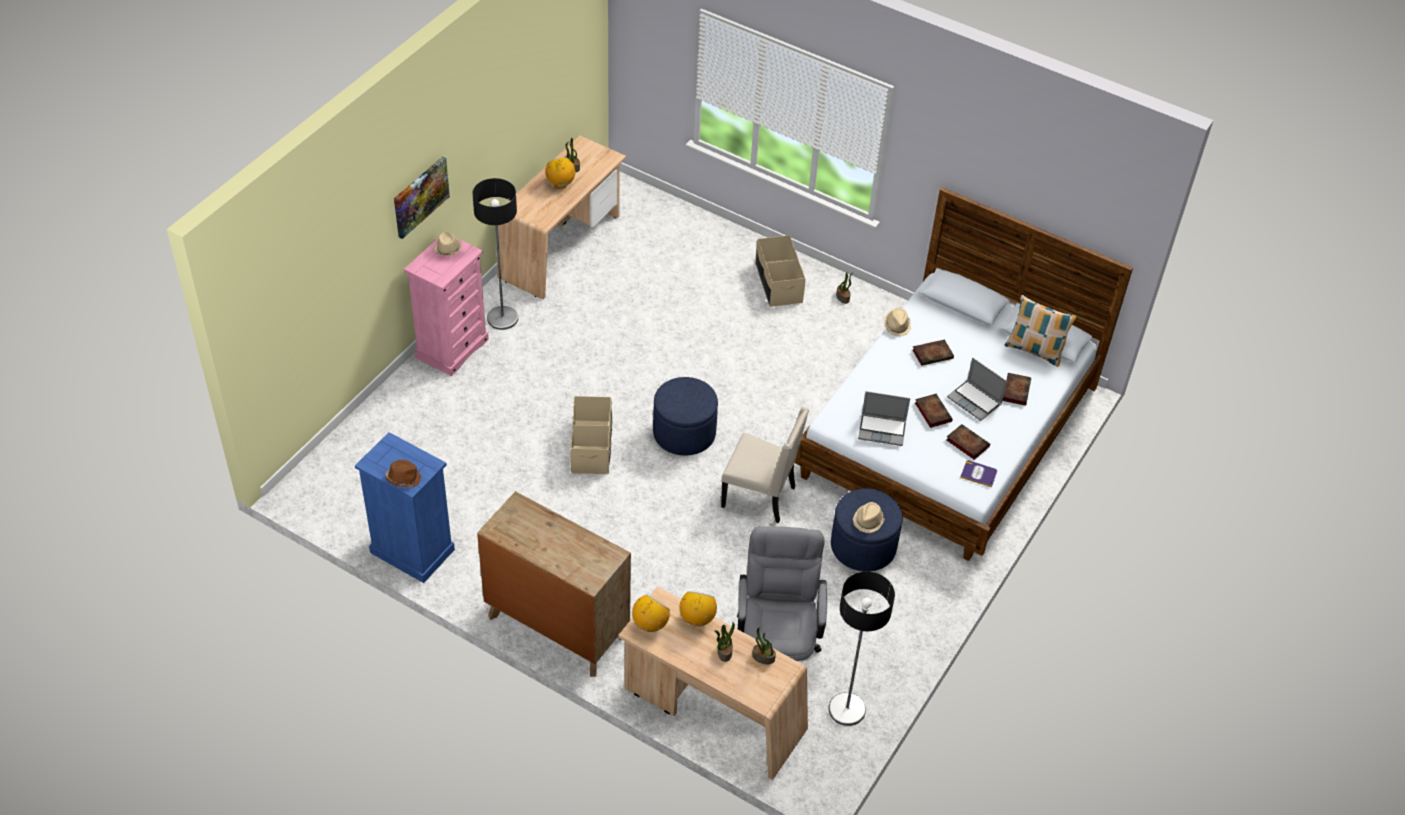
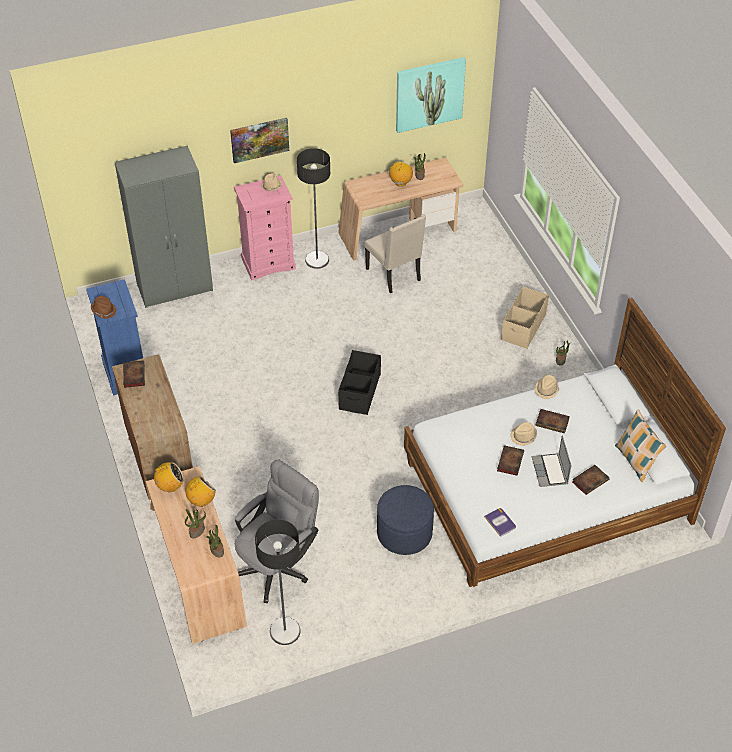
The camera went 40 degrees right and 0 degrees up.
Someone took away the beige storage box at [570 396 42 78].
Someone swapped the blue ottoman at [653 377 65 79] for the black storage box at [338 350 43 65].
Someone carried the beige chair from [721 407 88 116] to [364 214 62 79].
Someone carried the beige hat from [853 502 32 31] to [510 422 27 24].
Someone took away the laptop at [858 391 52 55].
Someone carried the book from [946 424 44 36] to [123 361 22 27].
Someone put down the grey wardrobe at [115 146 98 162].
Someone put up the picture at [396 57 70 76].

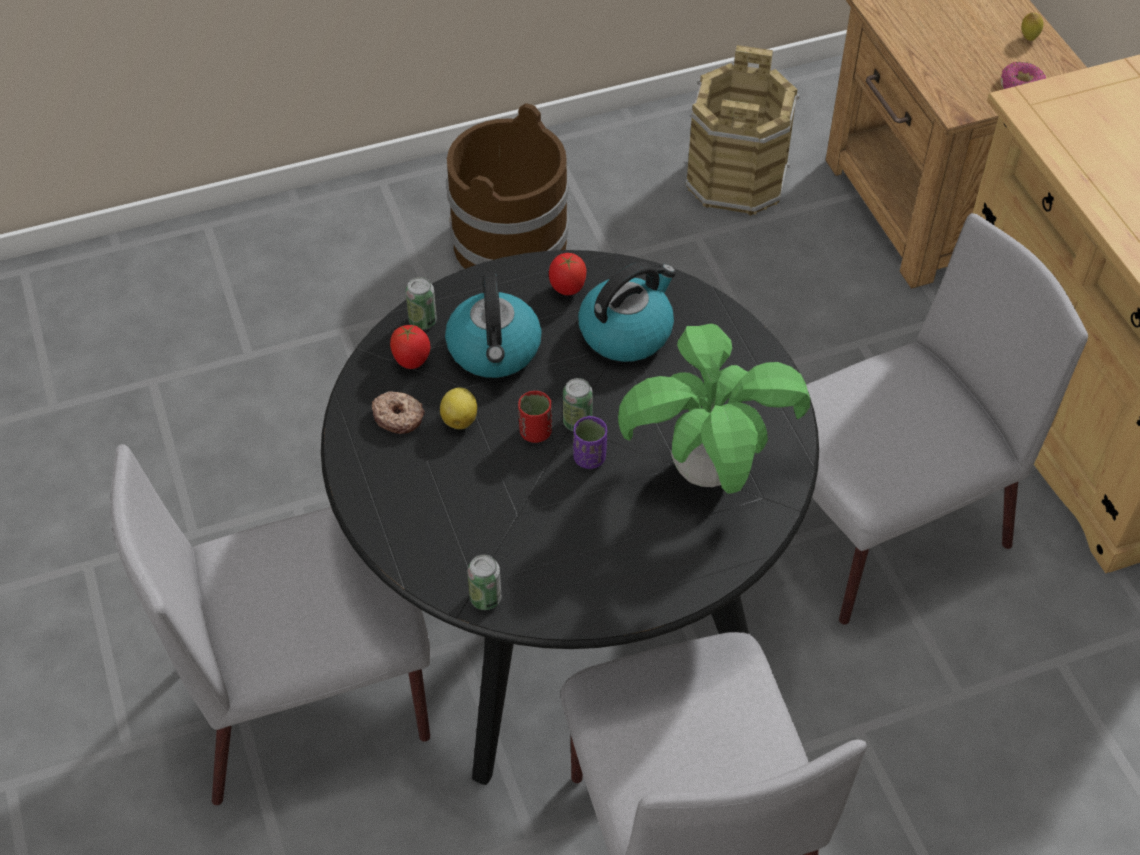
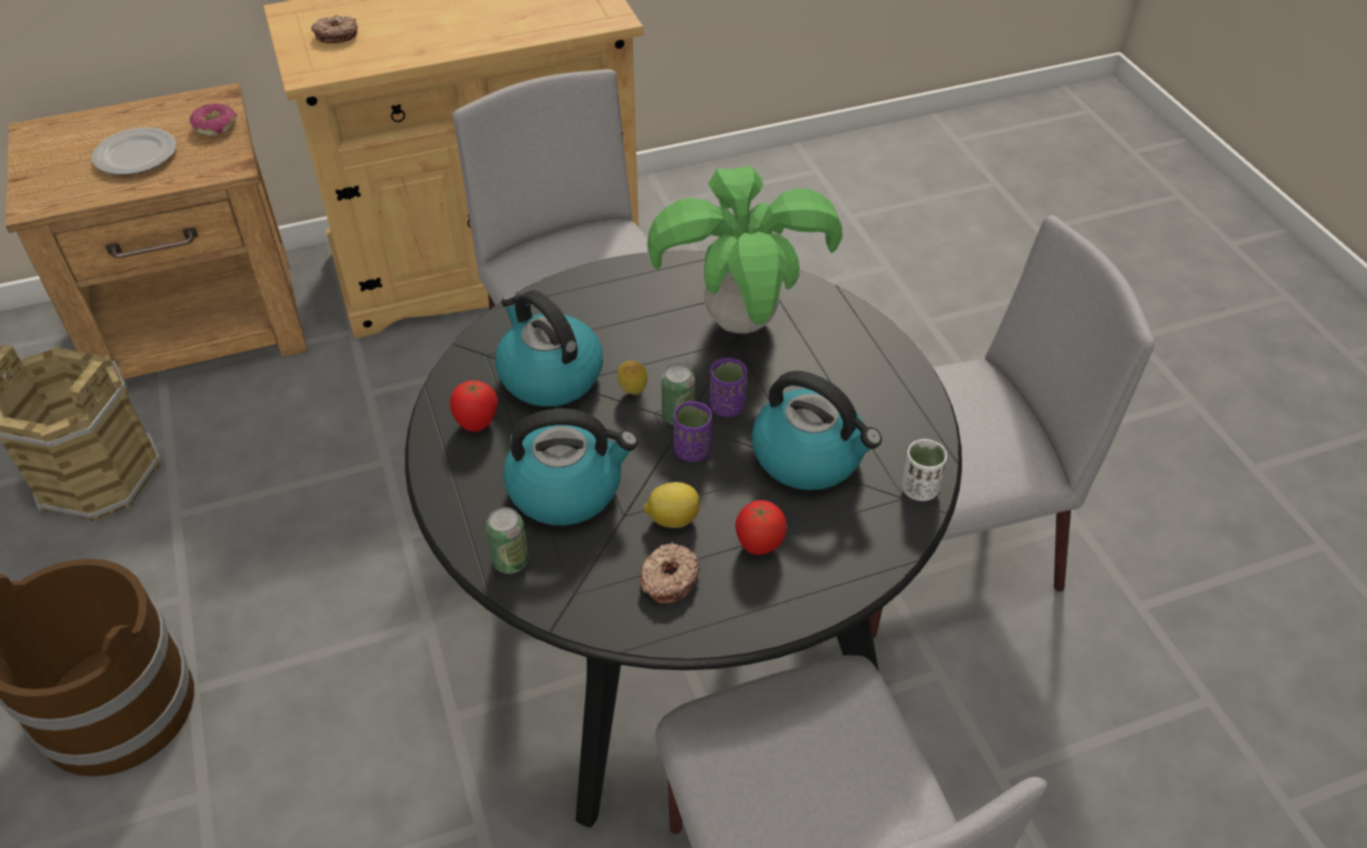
The camera went 90 degrees left and 5 degrees down.
Someone carried the tomato from [390 325 41 44] to [735 500 52 55].
Someone swapped the can at [467 555 34 55] for the white cup at [901 439 46 62].
Someone repainted the red cup at [518 391 34 52], which became the purple cup at [674 401 38 61].
Someone carried the lemon from [1021 12 22 29] to [617 361 31 34].
Someone put down the plate at [92 128 84 47].
Someone put down the donut at [311 15 46 28].
Someone put down the kettle at [752 371 130 119].

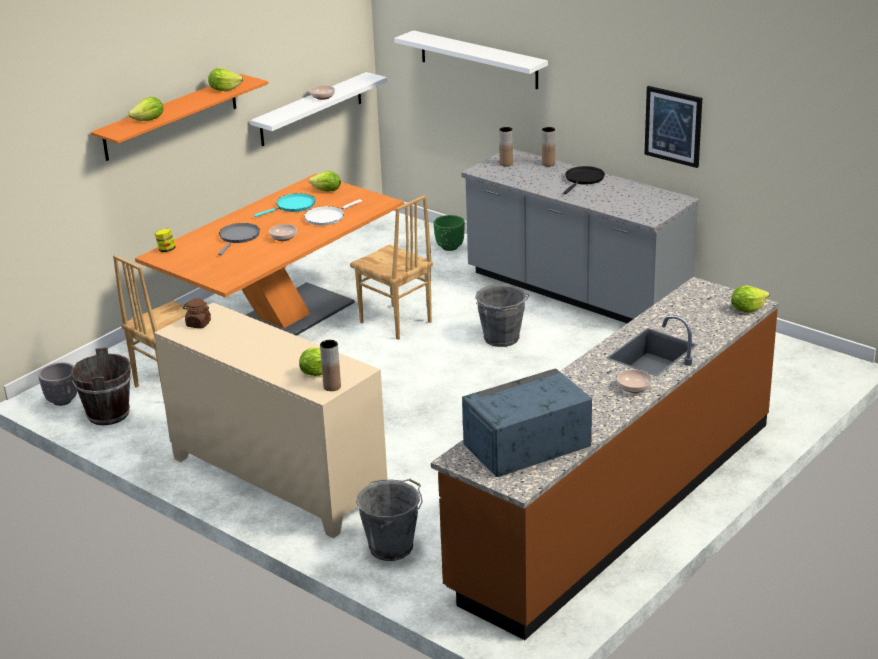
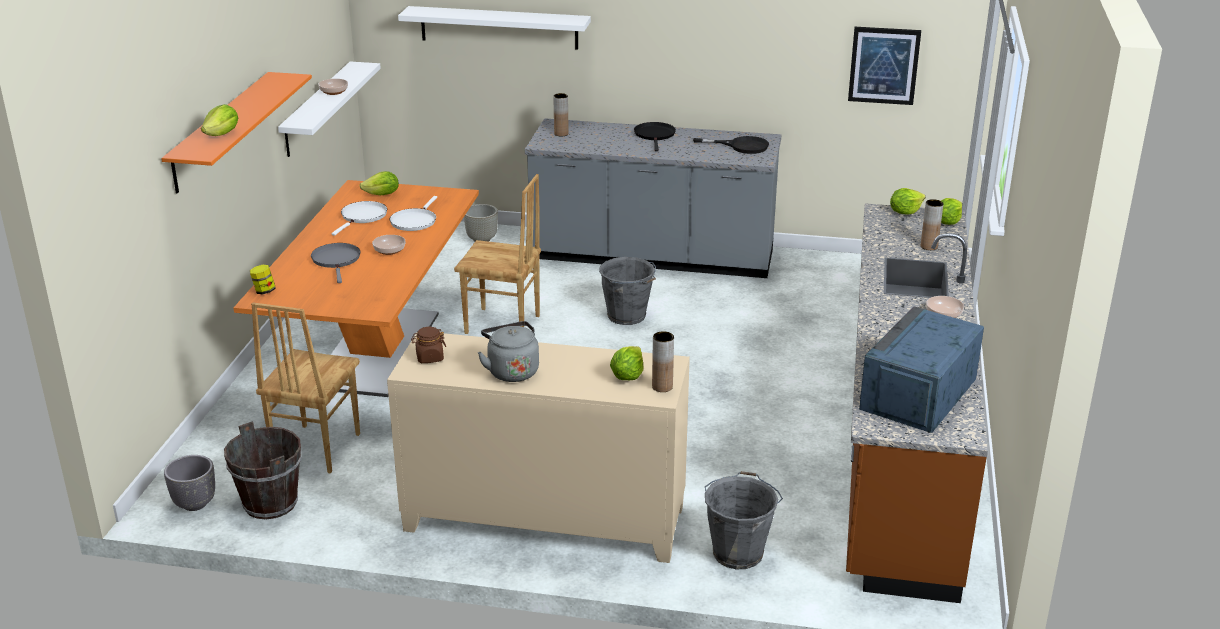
The camera went 30 degrees left and 0 degrees up.
Someone carried the lettuce from [208 68 35 23] to [890 188 36 27].
Someone repainted the turquoise frying pan at [254 193 61 24], which became the white frying pan at [332 201 55 35].
Someone repainted the green planter at [434 215 31 36], which became the grey planter at [464 204 34 37].
Someone carried the brown vase from [542 127 13 40] to [921 199 22 51].
Someone carried the picture from [644 86 58 82] to [848 27 73 78].
Someone put down the grey kettle at [478 321 61 61].
Someone put down the black frying pan at [693 136 76 18].

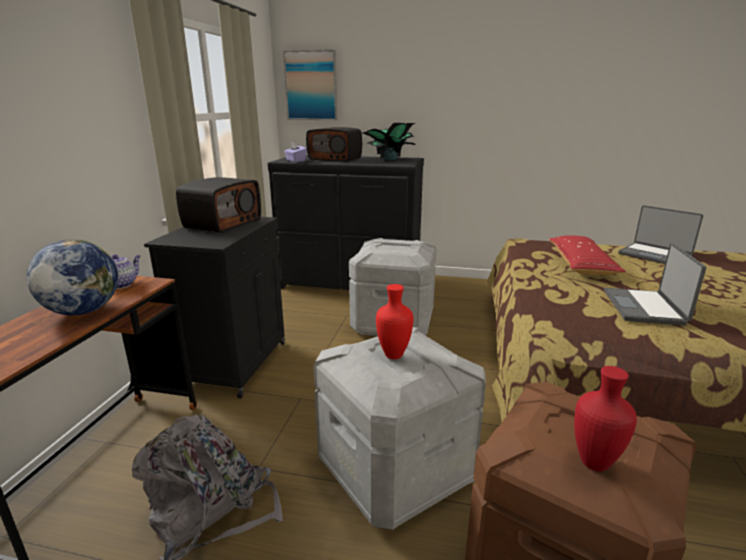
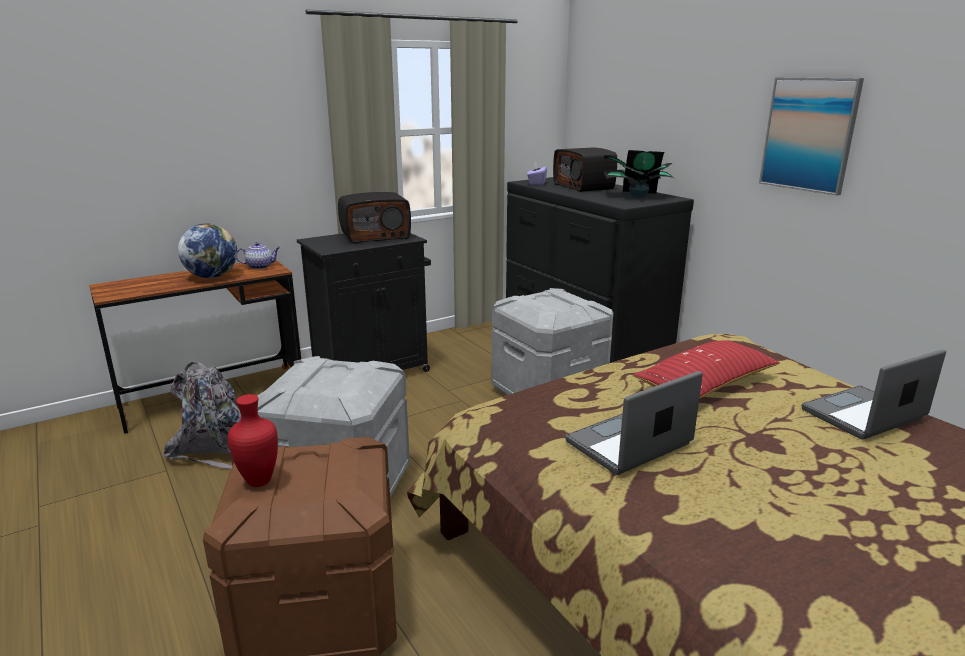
The camera went 45 degrees right and 0 degrees up.
Someone carried the picture from [283 50 54 70] to [759 77 105 119].
Someone took away the red vase at [376 284 37 75].
Someone rotated the laptop at [618 205 85 59] by 60 degrees clockwise.

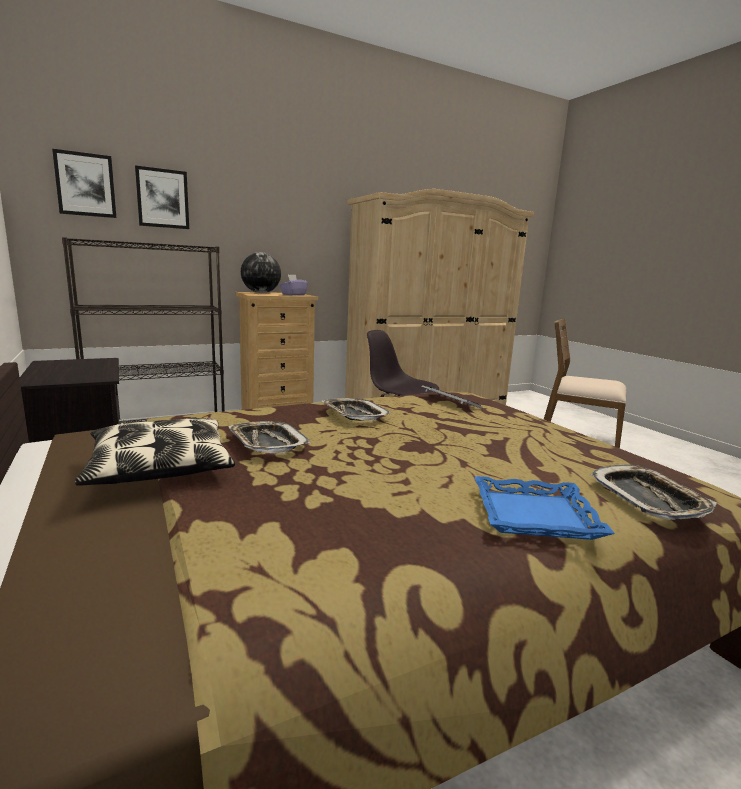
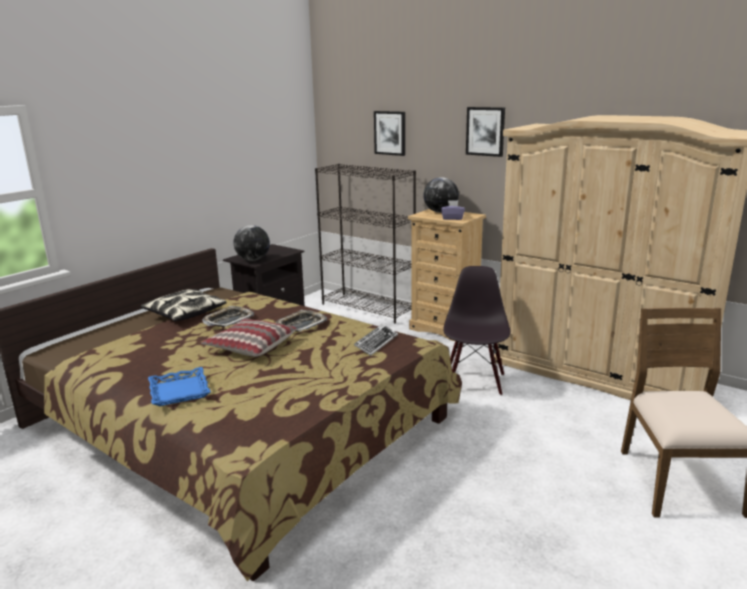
The camera went 65 degrees right and 5 degrees up.
Someone carried the picture from [52 149 64 69] to [466 107 39 50].
Someone took away the tray at [590 465 127 55].
Someone put down the pillow at [201 318 96 39].
Someone put down the globe at [234 225 36 36].

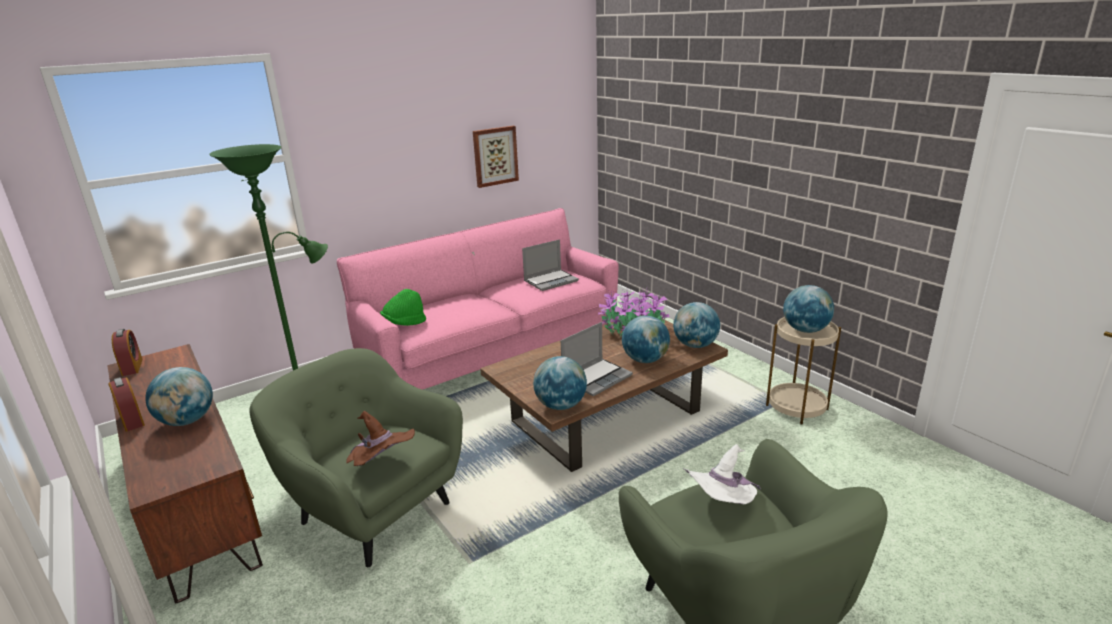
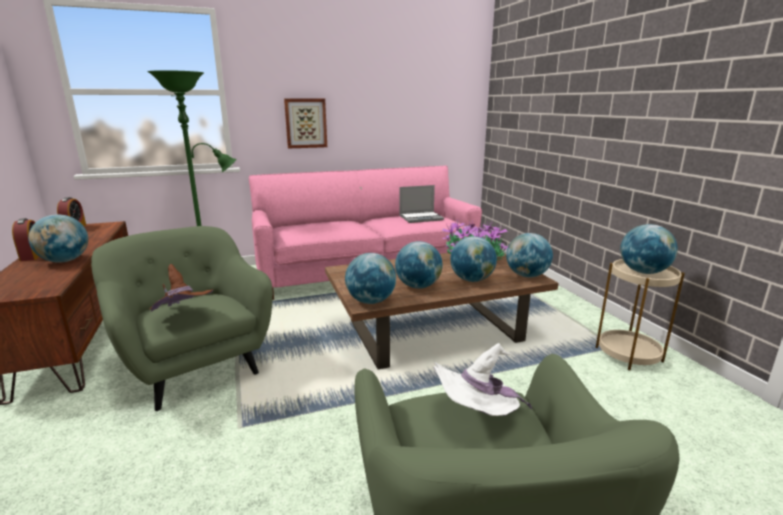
The camera went 15 degrees right and 5 degrees down.
Someone took away the green hat at [380 289 46 37].
Someone carried the picture from [473 126 46 62] to [284 98 43 51].
Someone swapped the laptop at [561 322 72 74] for the globe at [395 241 48 48].

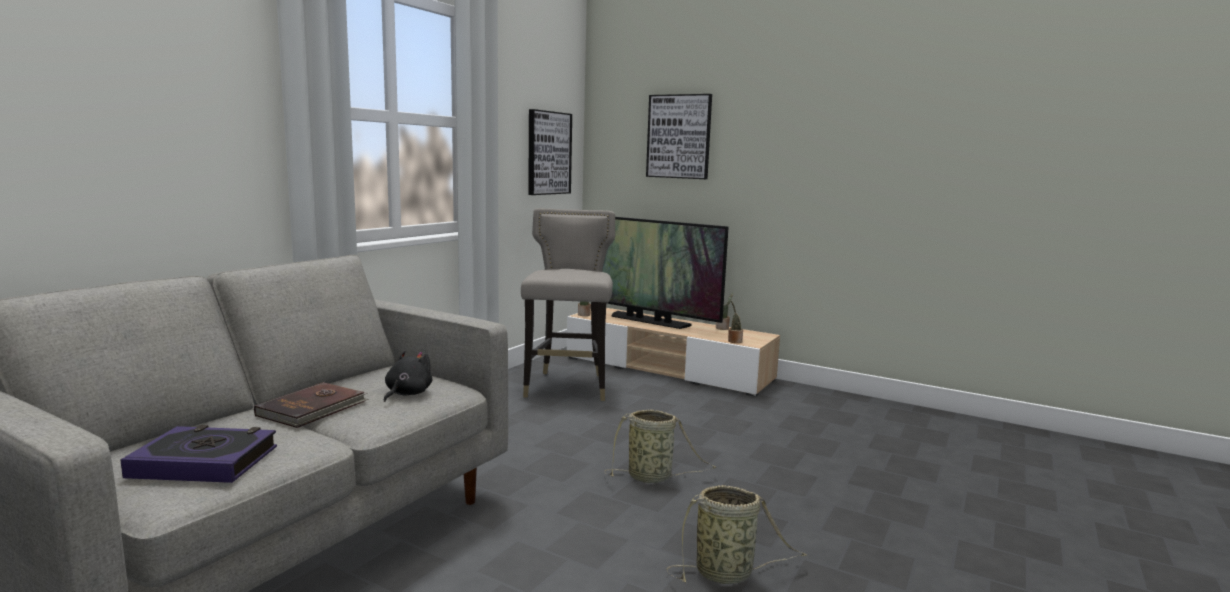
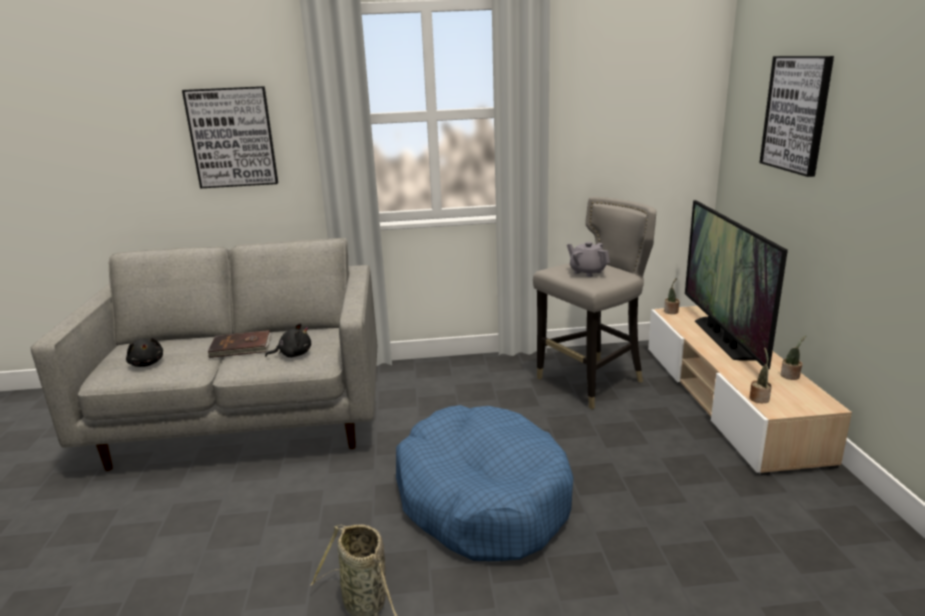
The camera went 55 degrees right and 10 degrees up.
Someone swapped the book at [120 425 157 58] for the black plush toy at [126 338 37 29].
Someone carried the picture from [528 109 44 86] to [182 86 96 102].
Someone swapped the basket at [604 410 112 73] for the blue dog bed at [396 405 178 156].
Someone put down the grey teapot at [567 242 43 35].

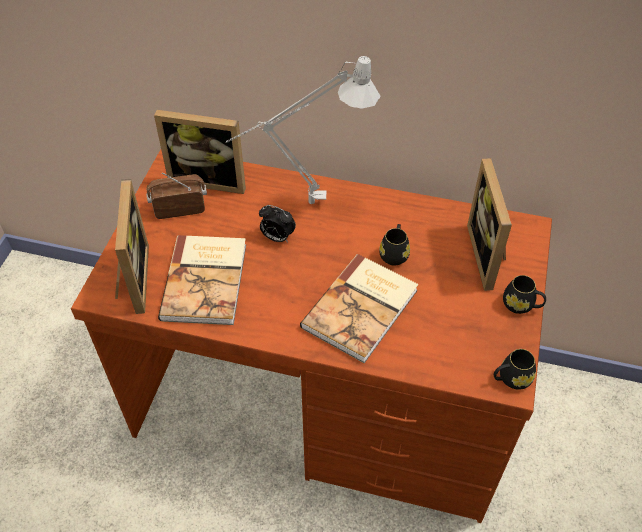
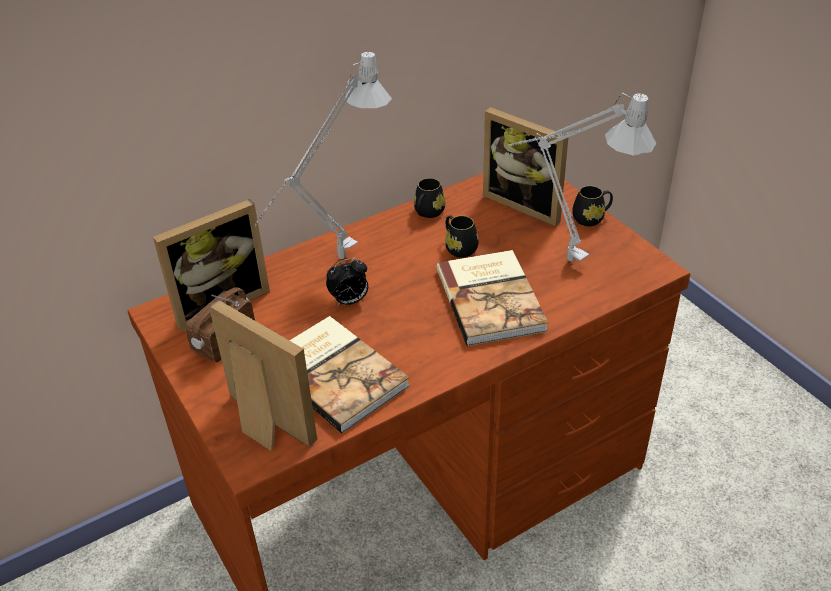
The camera went 45 degrees left and 10 degrees down.
Someone carried the black mug from [494 349 42 41] to [414 178 31 40].
Someone put down the grey table lamp at [508 93 148 172].

